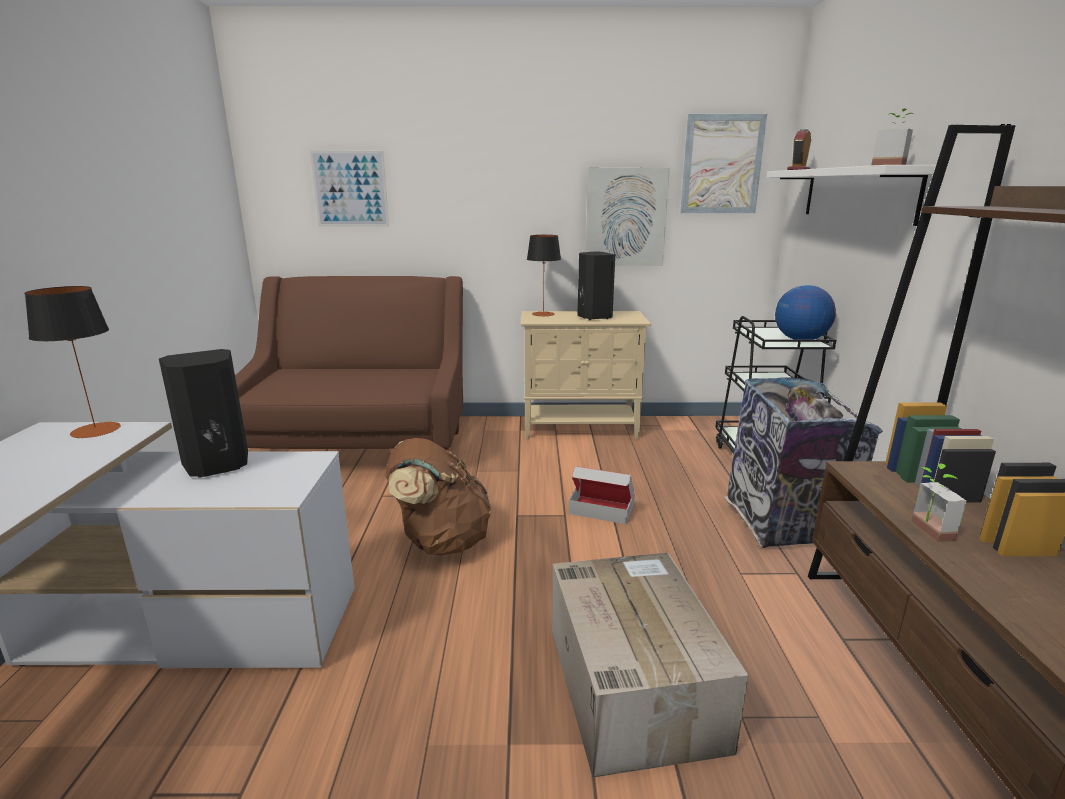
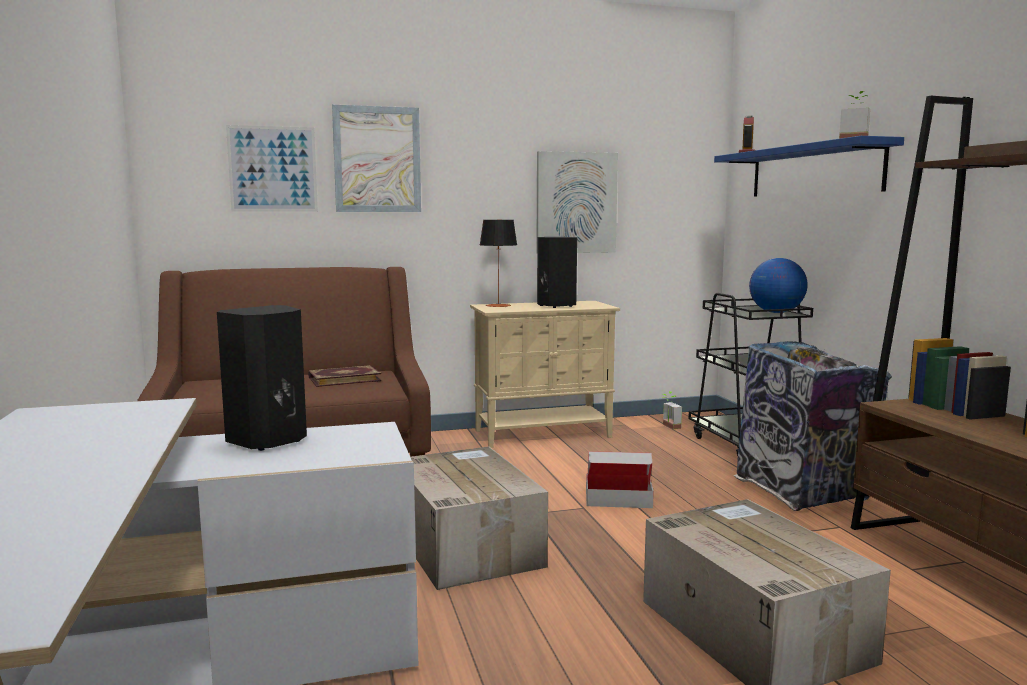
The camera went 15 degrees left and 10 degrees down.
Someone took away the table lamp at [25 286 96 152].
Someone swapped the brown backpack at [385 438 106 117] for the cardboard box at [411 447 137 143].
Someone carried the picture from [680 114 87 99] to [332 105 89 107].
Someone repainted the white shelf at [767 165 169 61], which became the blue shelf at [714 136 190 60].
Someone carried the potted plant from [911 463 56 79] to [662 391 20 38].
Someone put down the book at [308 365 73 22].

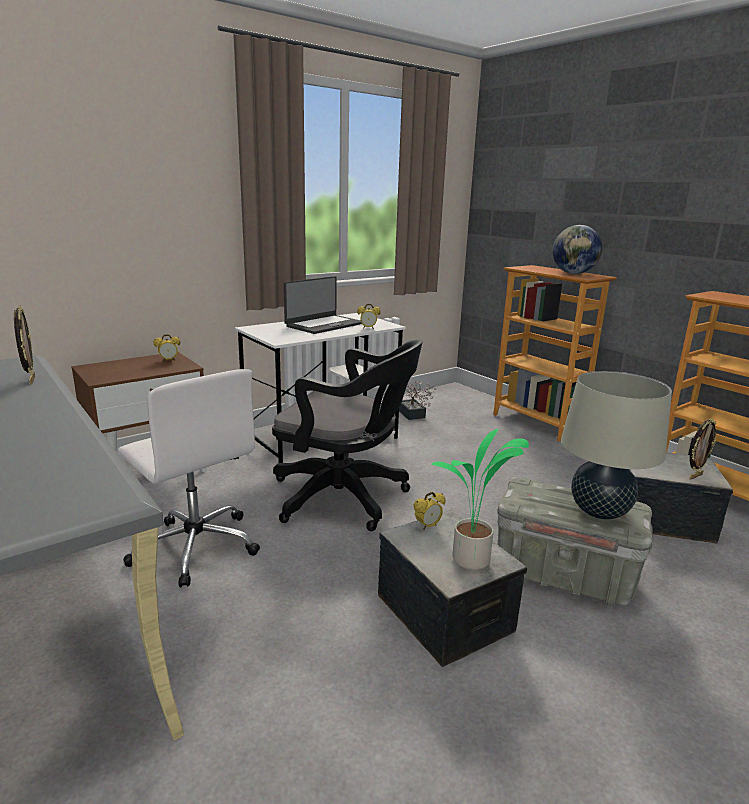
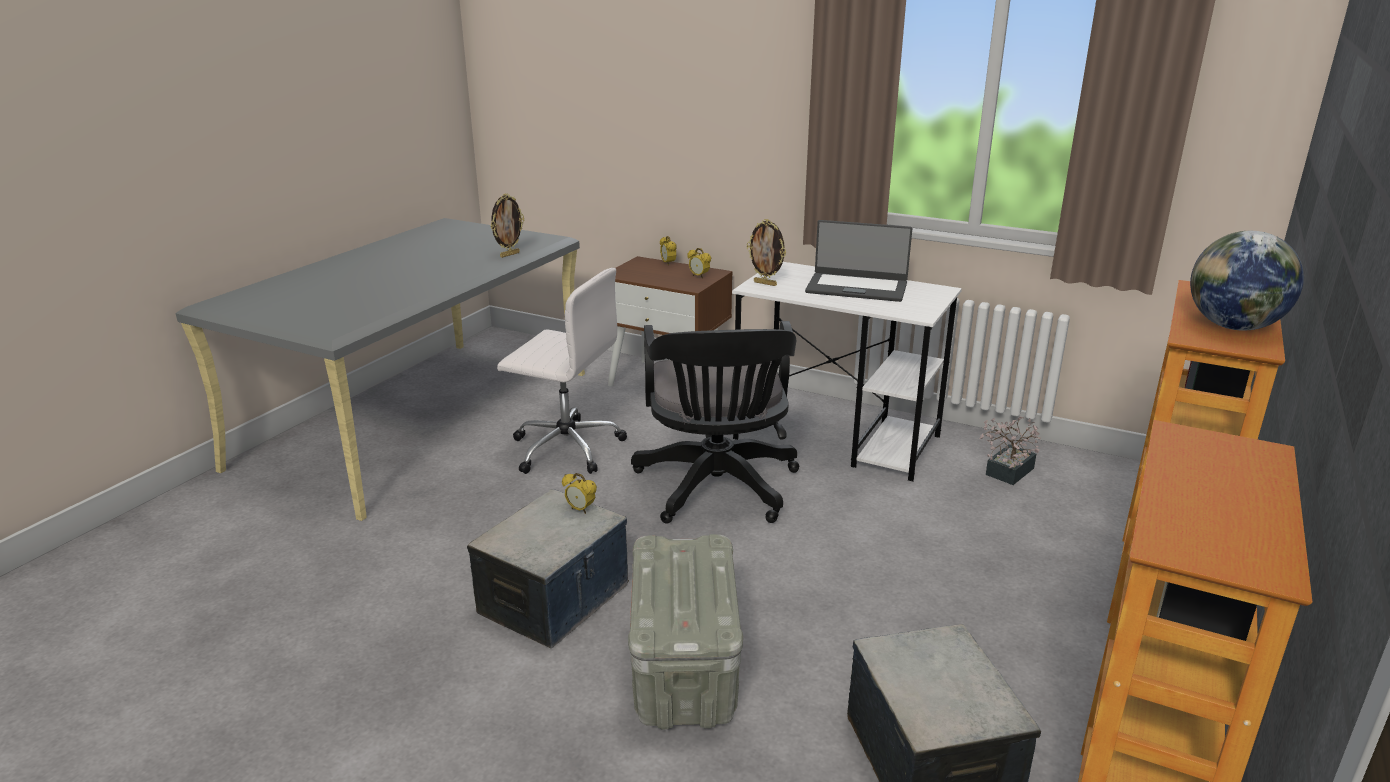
The camera went 65 degrees right and 5 degrees up.
Someone rotated the white office chair at [118 369 142 218] by 90 degrees counterclockwise.
Someone carried the alarm clock from [357 304 24 25] to [660 236 17 30].
Someone took away the potted plant at [431 429 98 141].
Someone took away the beige table lamp at [561 371 111 148].
Someone carried the picture frame from [689 418 27 62] to [747 219 39 67].

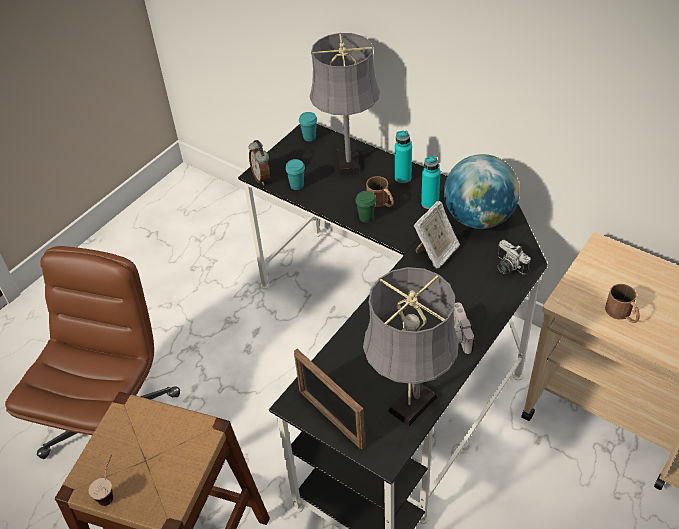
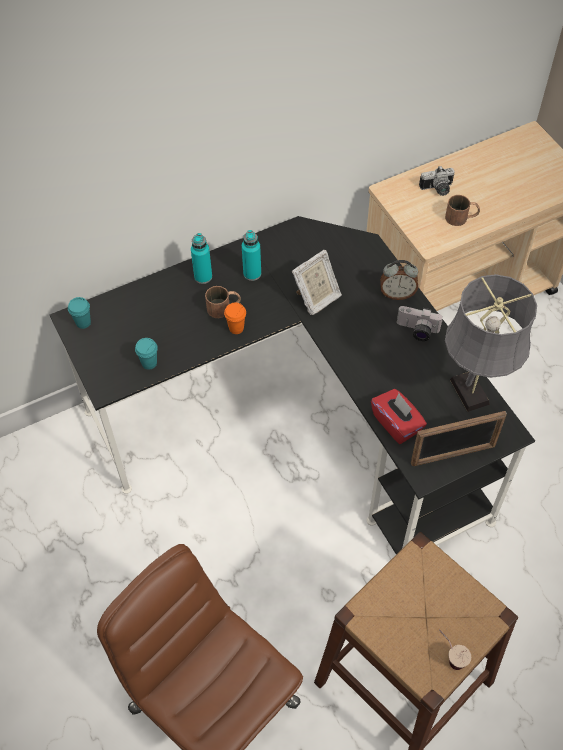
The camera went 65 degrees left and 10 degrees up.
Someone carried the alarm clock from [248 140 22 45] to [380 260 38 40].
Someone took away the grey table lamp at [310 33 70 141].
Someone repainted the green cup at [355 191 21 32], which became the orange cup at [224 303 22 31].
Someone rotated the picture frame at [414 201 46 68] by 75 degrees clockwise.
Someone took away the globe at [444 154 76 75].
Someone carried the photo camera from [498 240 33 34] to [419 166 36 30].
Someone put down the red tissue box at [371 389 56 55].

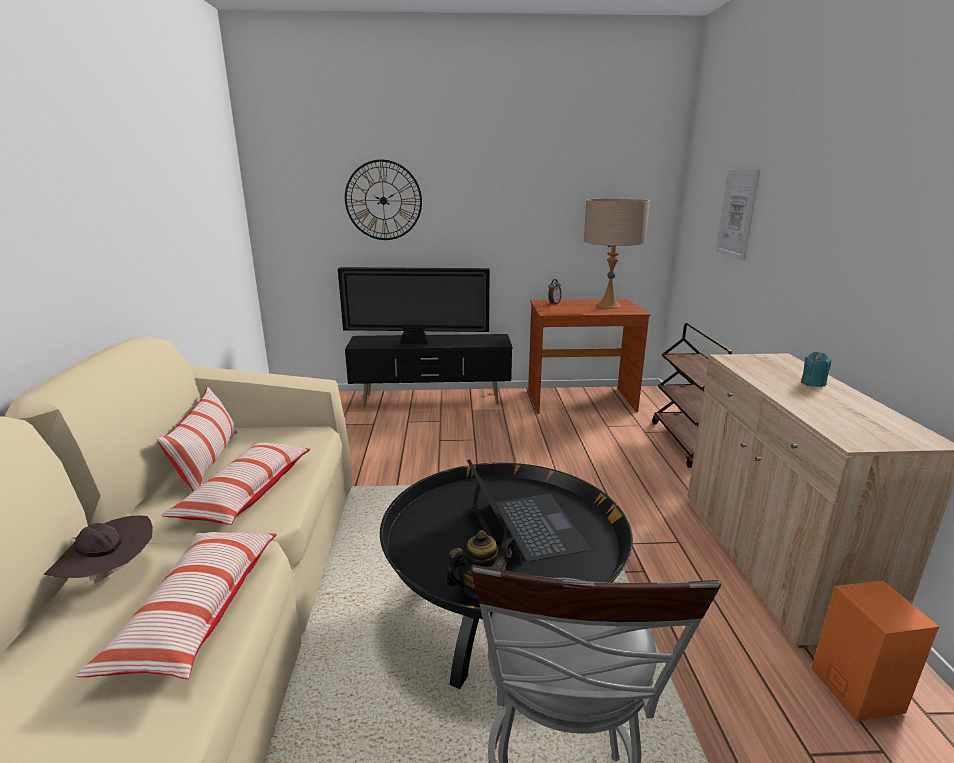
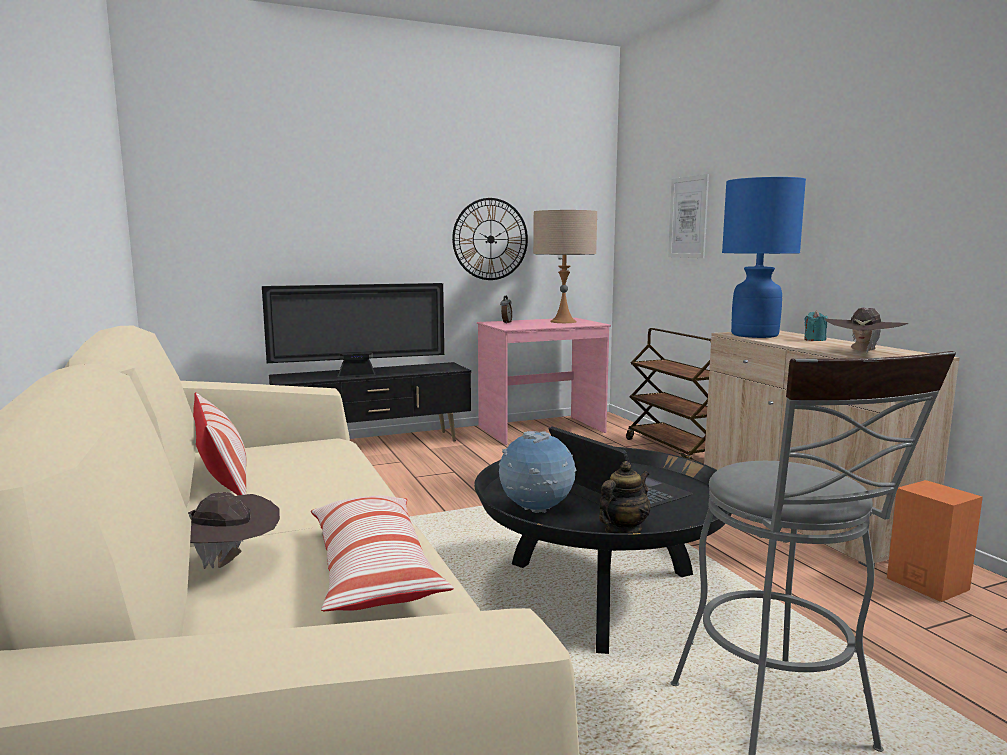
The camera went 20 degrees left and 10 degrees down.
Someone took away the pillow at [161 442 149 83].
Someone carried the wall clock from [345 160 77 80] to [452 198 76 82].
Someone repainted the brown desk at [528 299 122 115], which became the pink desk at [477 318 134 127].
Someone put down the globe at [498 431 78 82].
Someone put down the blue table lamp at [722 177 84 161].
Someone put down the brown hat at [825 308 83 46].

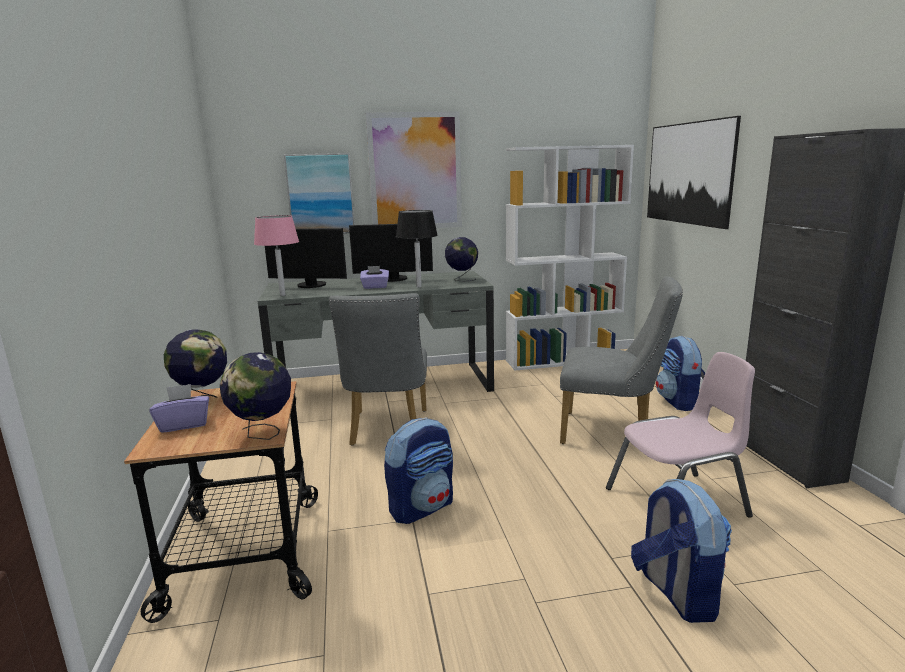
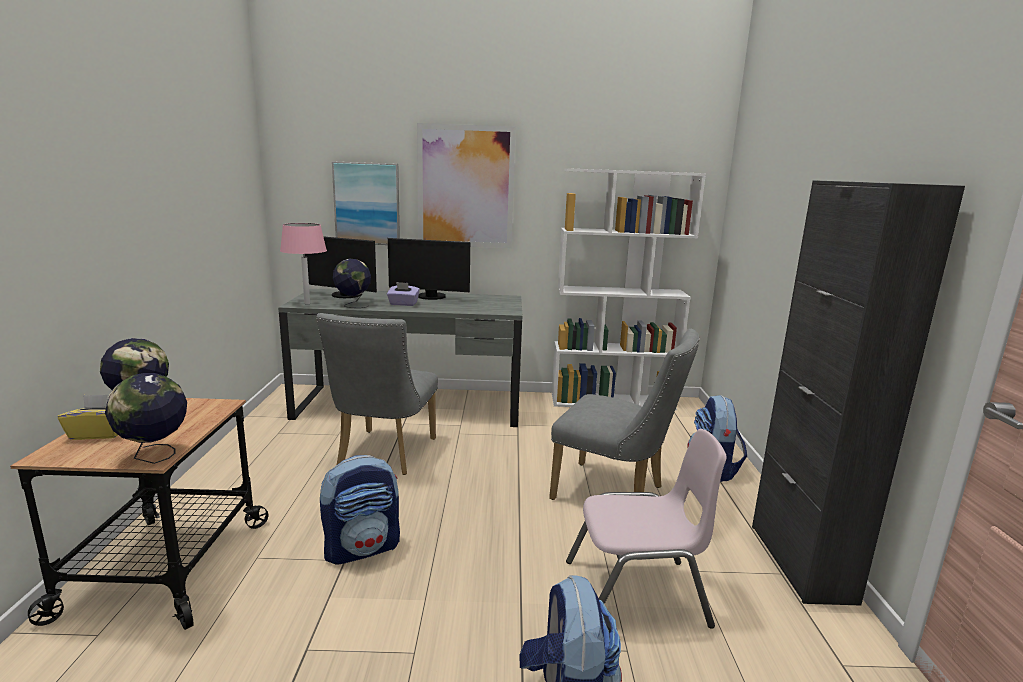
The camera went 10 degrees right and 0 degrees up.
Someone repainted the purple tissue box at [149 384 60 49], which became the yellow tissue box at [58 394 60 46].
Someone took away the black table lamp at [396 210 42 77].
Someone carried the globe from [445 237 33 44] to [333 259 38 49].
Someone took away the picture at [647 116 94 113].

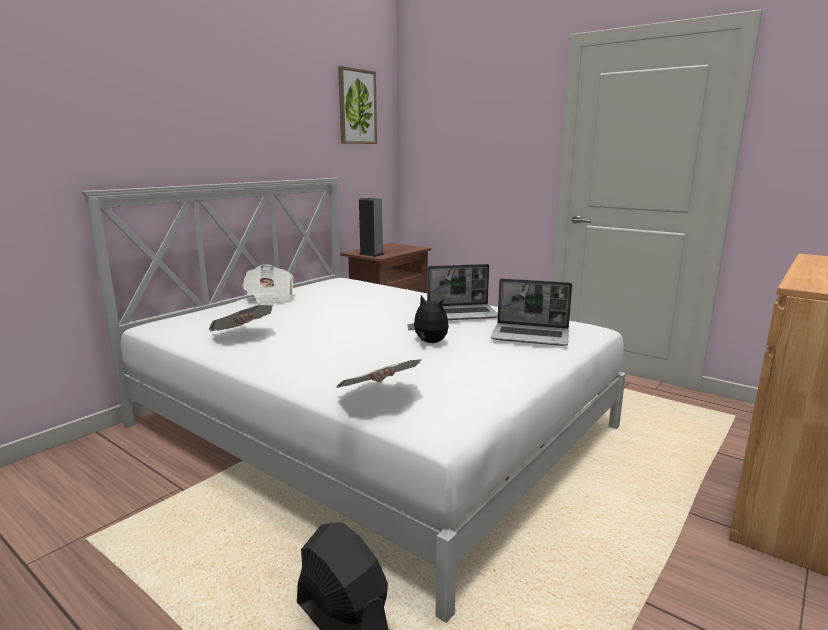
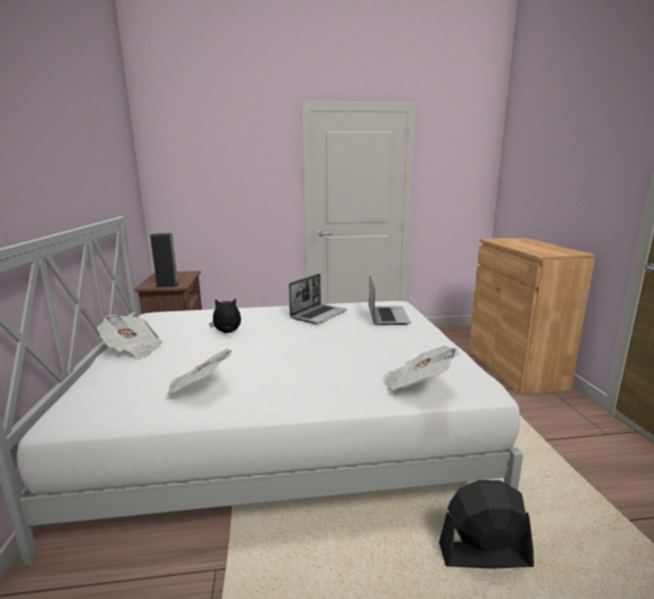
The camera went 45 degrees left and 0 degrees up.
Someone took away the picture at [338 66 39 78].
Someone carried the plush toy from [407 295 42 48] to [209 298 32 35].
Someone rotated the laptop at [491 278 81 68] by 60 degrees counterclockwise.

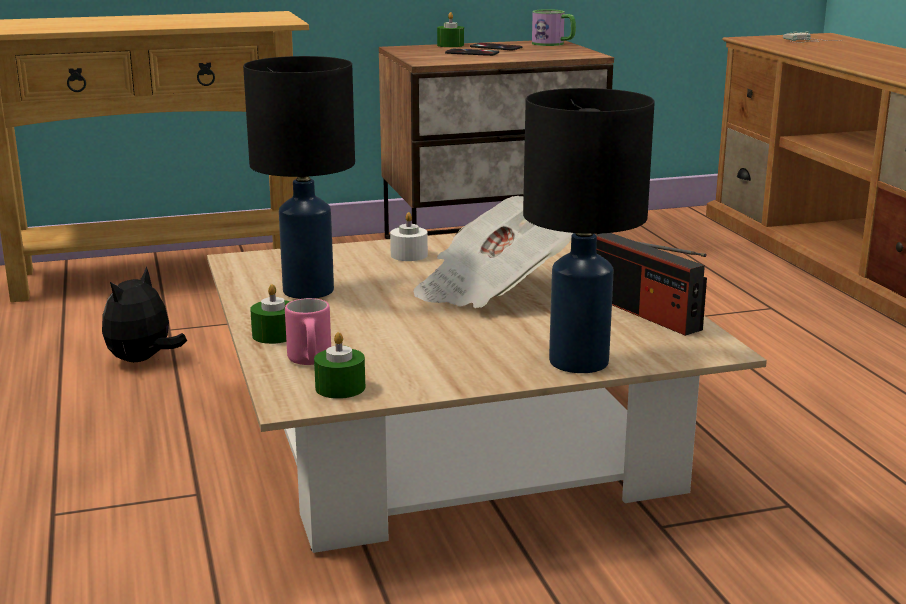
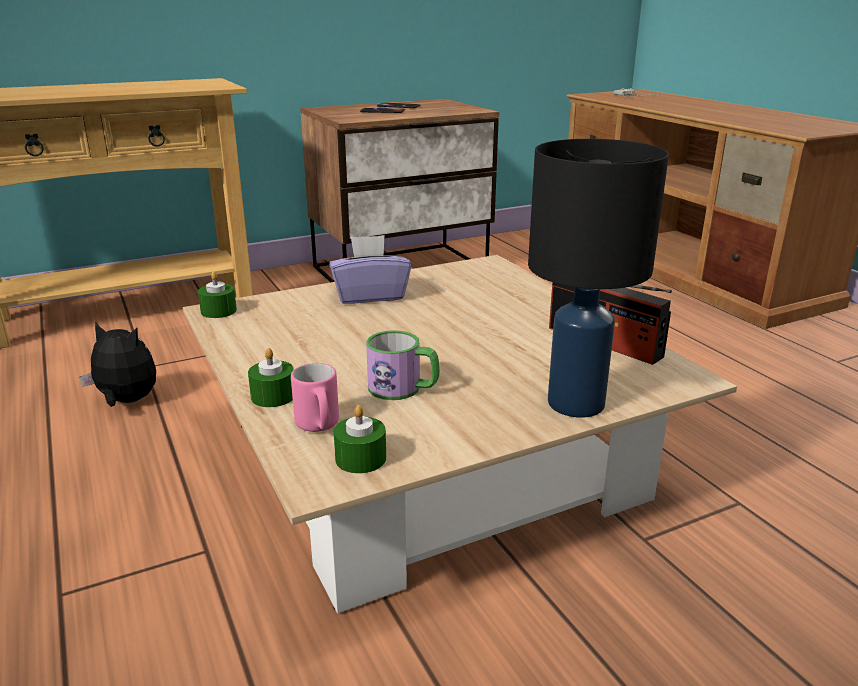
The camera went 10 degrees left and 5 degrees up.
Someone rotated the plush toy at [102 266 85 96] by 90 degrees clockwise.
Someone took away the black table lamp at [243 56 112 243].
Someone swapped the white candle at [390 212 38 49] for the purple tissue box at [329 235 83 69].
Someone took away the newspaper at [413 196 160 112].
Someone carried the green candle from [437 12 27 35] to [198 272 39 46].
Someone carried the mug from [532 9 44 37] to [366 330 74 70].

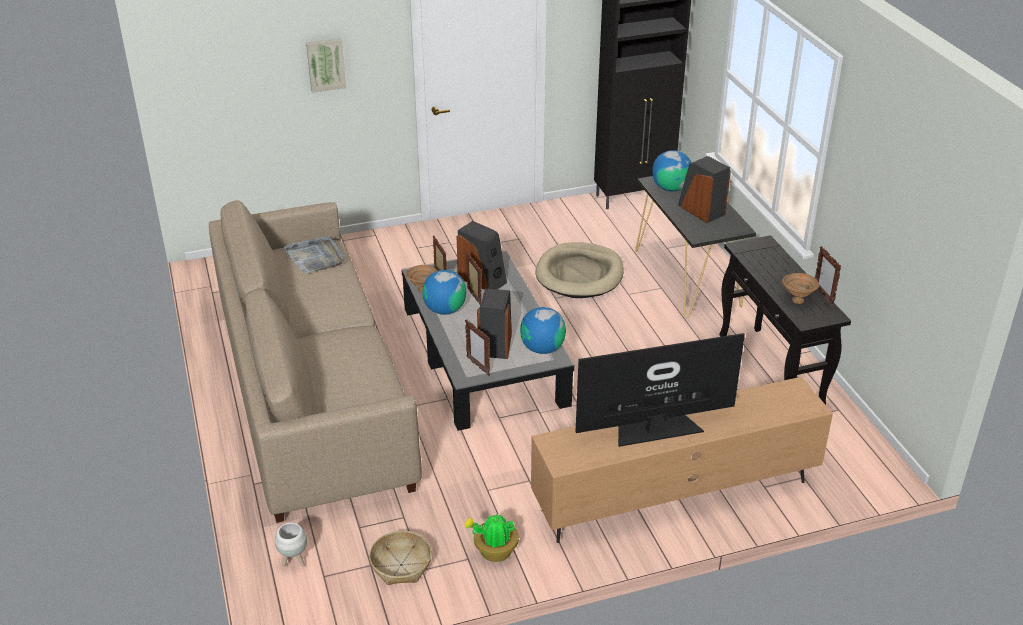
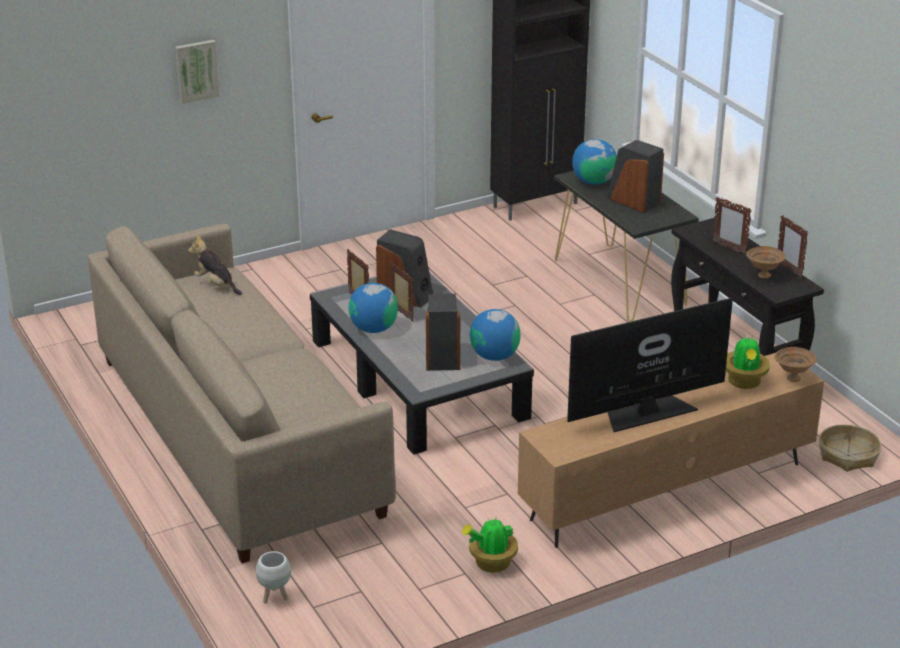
The camera went 10 degrees left and 5 degrees down.
Someone swapped the grey tray at [284 236 60 38] for the plush toy at [188 235 54 60].
Someone carried the basket from [369 531 63 54] to [819 425 63 47].
Someone carried the brown bowl from [405 265 32 28] to [774 347 43 35].
Someone carried the picture frame from [465 320 25 55] to [713 197 39 58].
Someone took away the beige dog bed at [535 242 89 56].
Someone put down the potted plant at [726 336 44 53].

